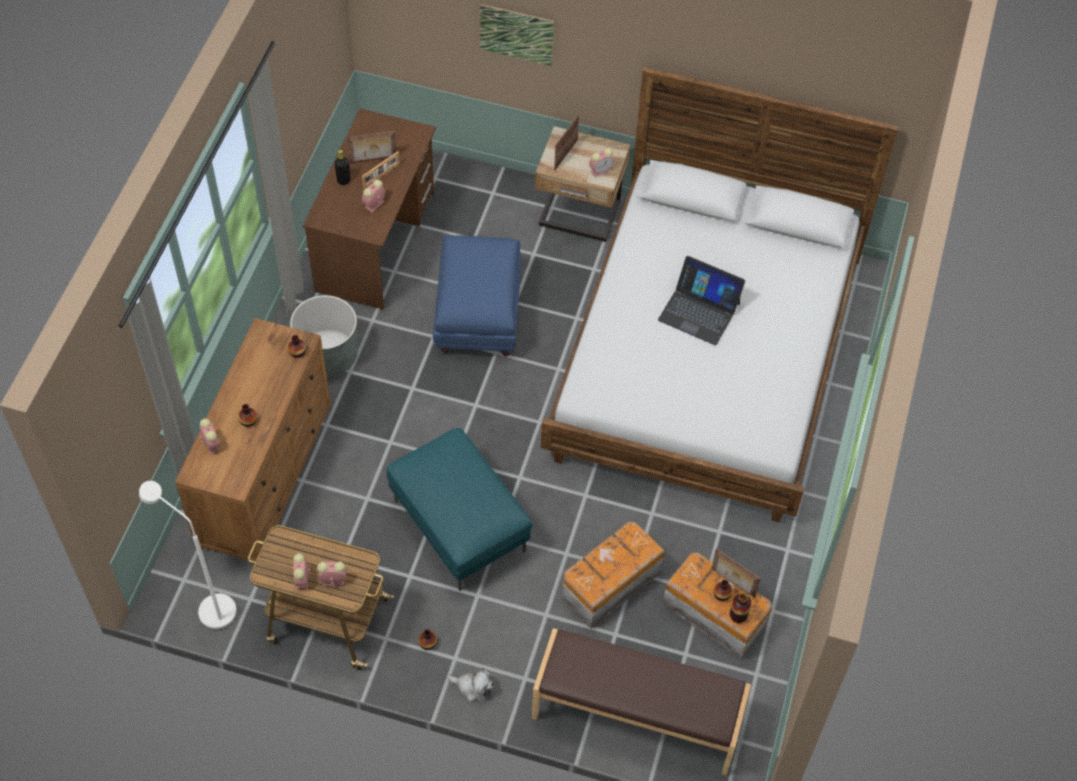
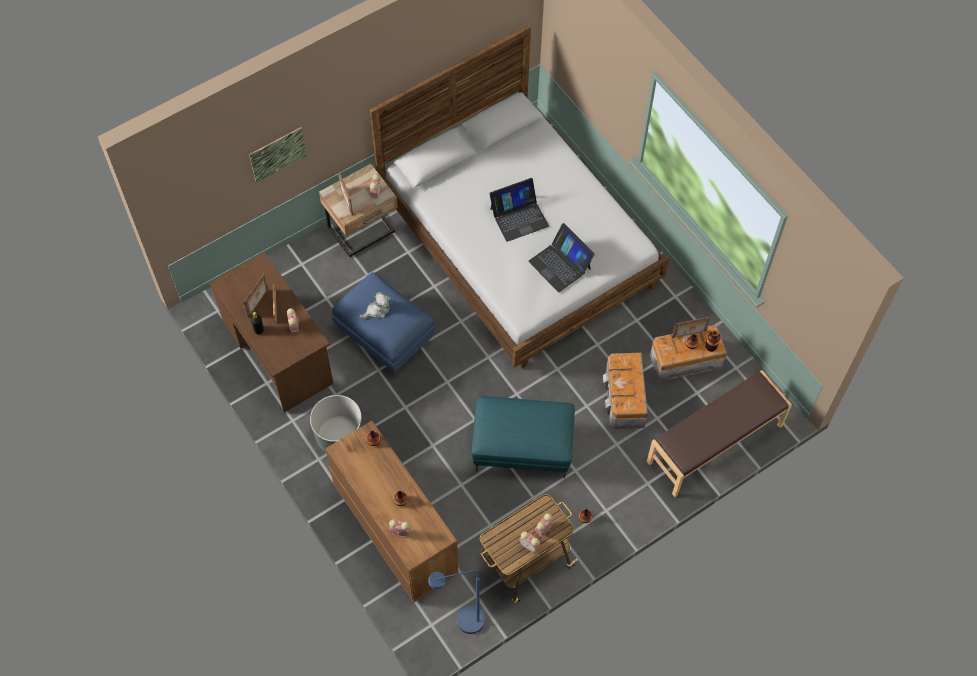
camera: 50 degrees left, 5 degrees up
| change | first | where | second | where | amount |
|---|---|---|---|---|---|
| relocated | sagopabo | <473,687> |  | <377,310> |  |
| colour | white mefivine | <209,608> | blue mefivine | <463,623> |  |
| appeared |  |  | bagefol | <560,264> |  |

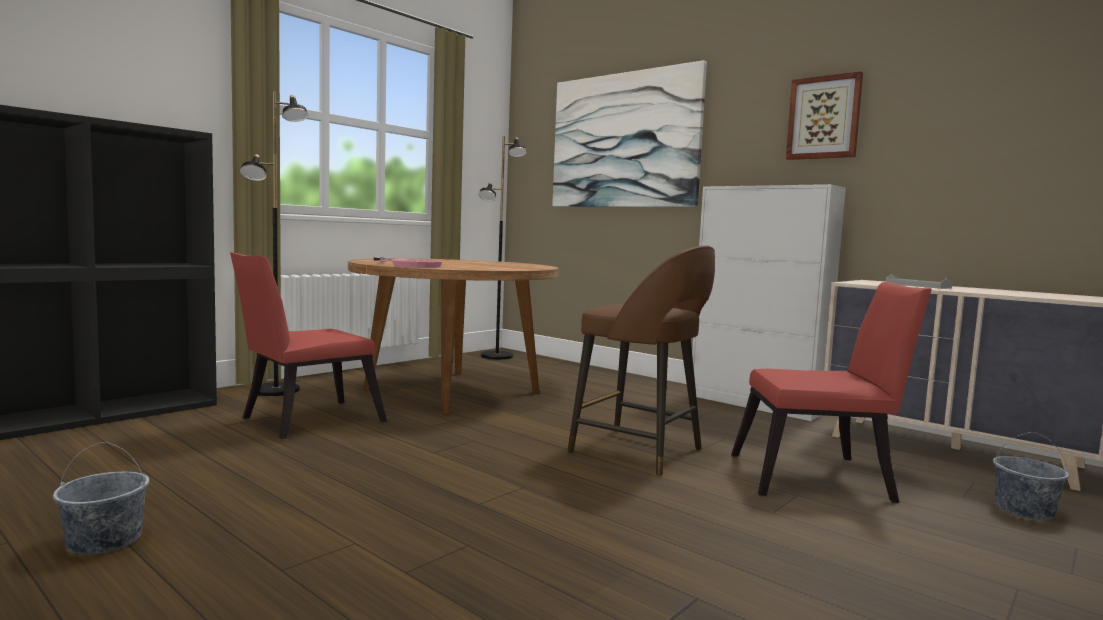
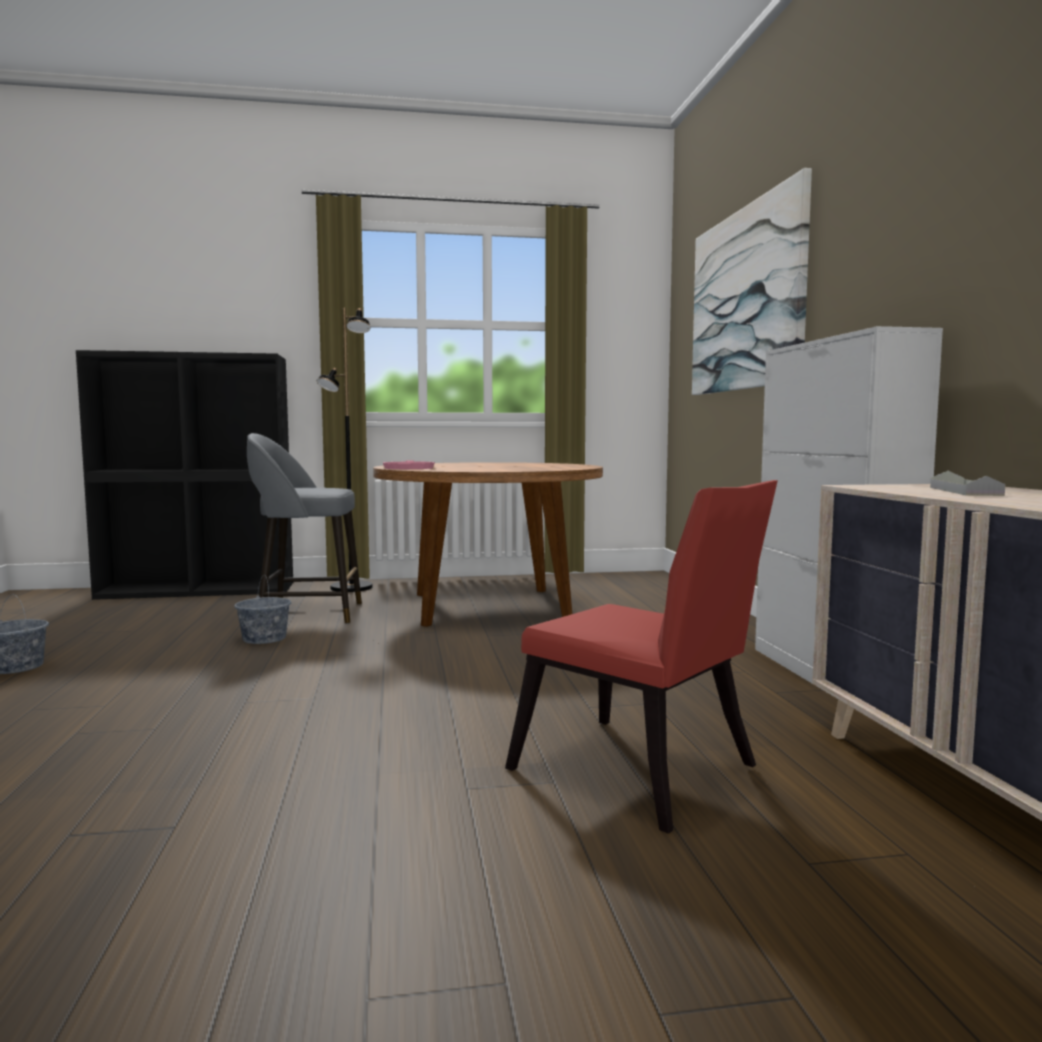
camera: 40 degrees right, 0 degrees up
| change | first | where | second | where | amount |
|---|---|---|---|---|---|
| relocated | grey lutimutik | <1023,510> |  | <264,638> |  |
| exchanged | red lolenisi | <304,421> | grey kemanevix | <307,614> |  |
| missing | black mefivine | <497,356> |  |  |  |
| missing | brown kemanevix | <639,451> |  |  |  |
| missing | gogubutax | <824,118> |  |  |  |

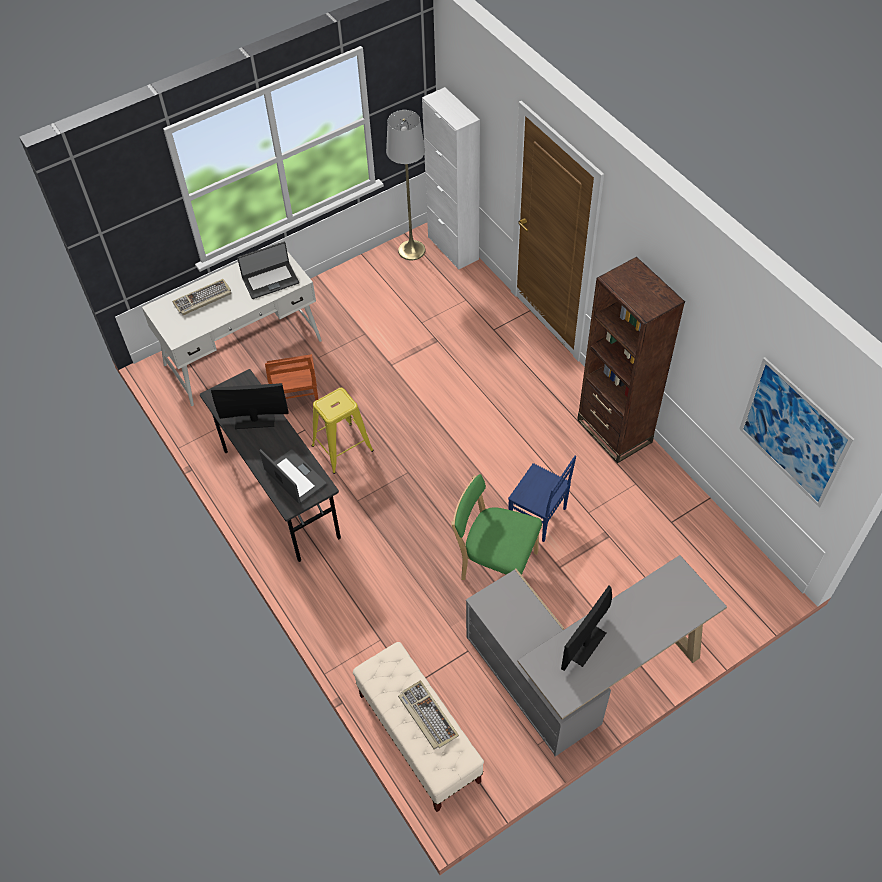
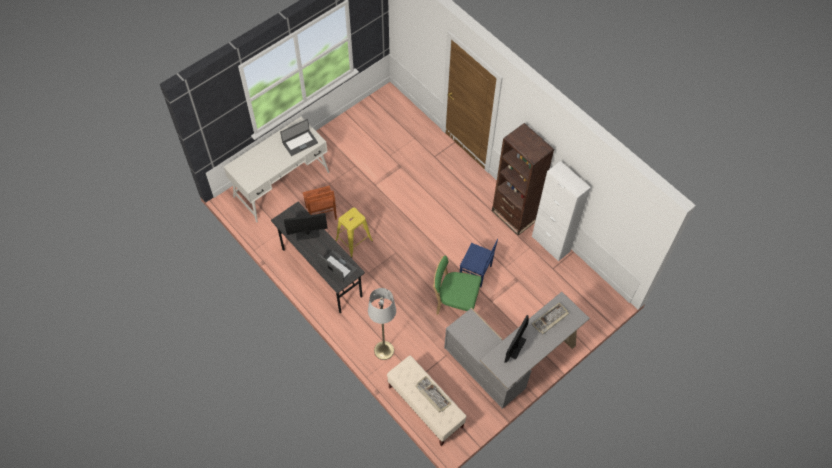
camera: 10 degrees left, 5 degrees up
| change | first | where | second | where | amount |
|---|---|---|---|---|---|
| relocated | grey mefivine | <411,250> |  | <384,350> |  |
| relocated | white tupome | <453,248> |  | <550,244> |  |
| relocated | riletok | <202,299> |  | <550,319> |  |
| missing | gogubutax | <793,433> |  |  |  |

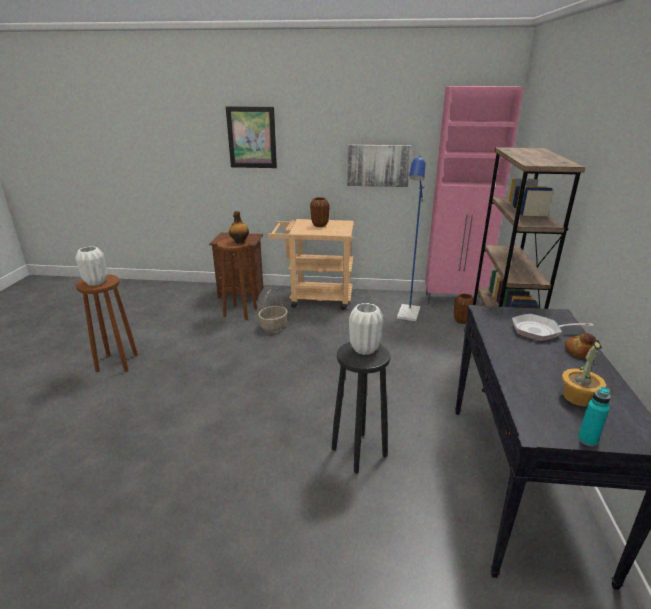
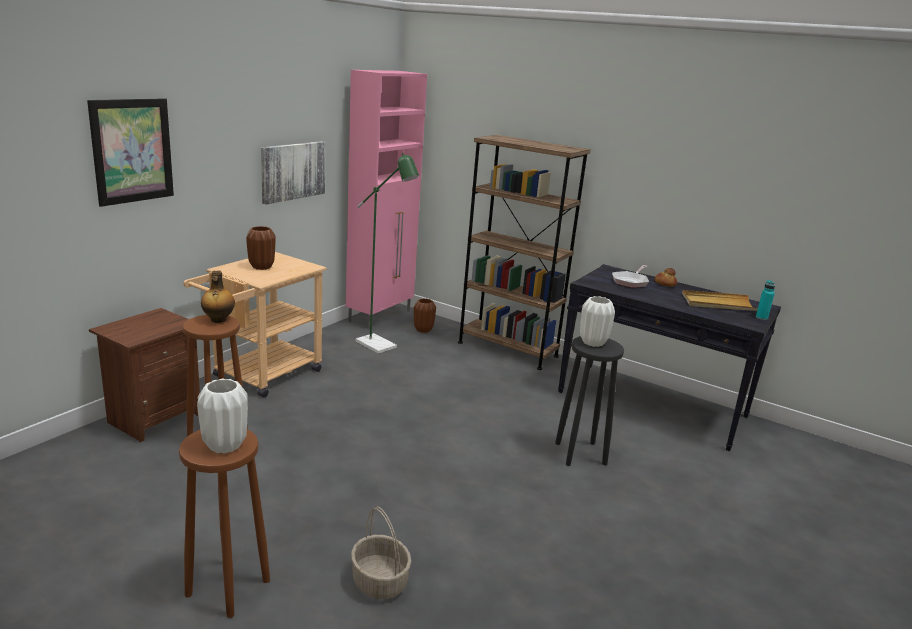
camera: 65 degrees left, 5 degrees down
| change | first | where | second | where | amount |
|---|---|---|---|---|---|
| relocated | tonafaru | <273,326> |  | <380,582> |  |
| colour | blue mefivine | <407,316> | green mefivine | <381,347> |  |
| exchanged | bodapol | <578,397> | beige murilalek | <718,304> |  |

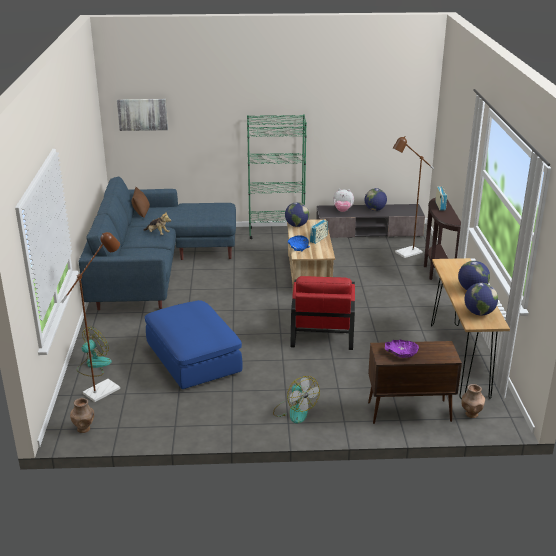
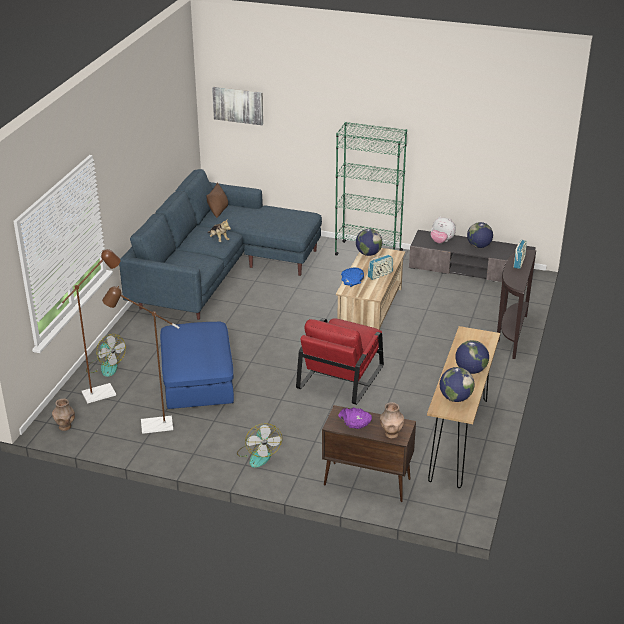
camera: 20 degrees right, 5 degrees up
| change | first | where | second | where | amount |
|---|---|---|---|---|---|
| spun | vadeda | <93,365> |  | <105,366> | 75 degrees clockwise |
| relocated | brown mefivine | <404,253> |  | <150,426> |  |
| relocated | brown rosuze | <471,414> |  | <391,434> |  |

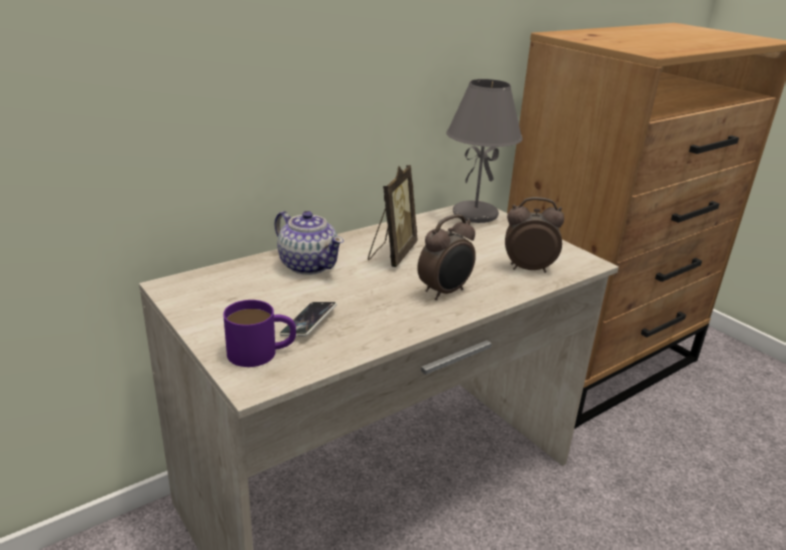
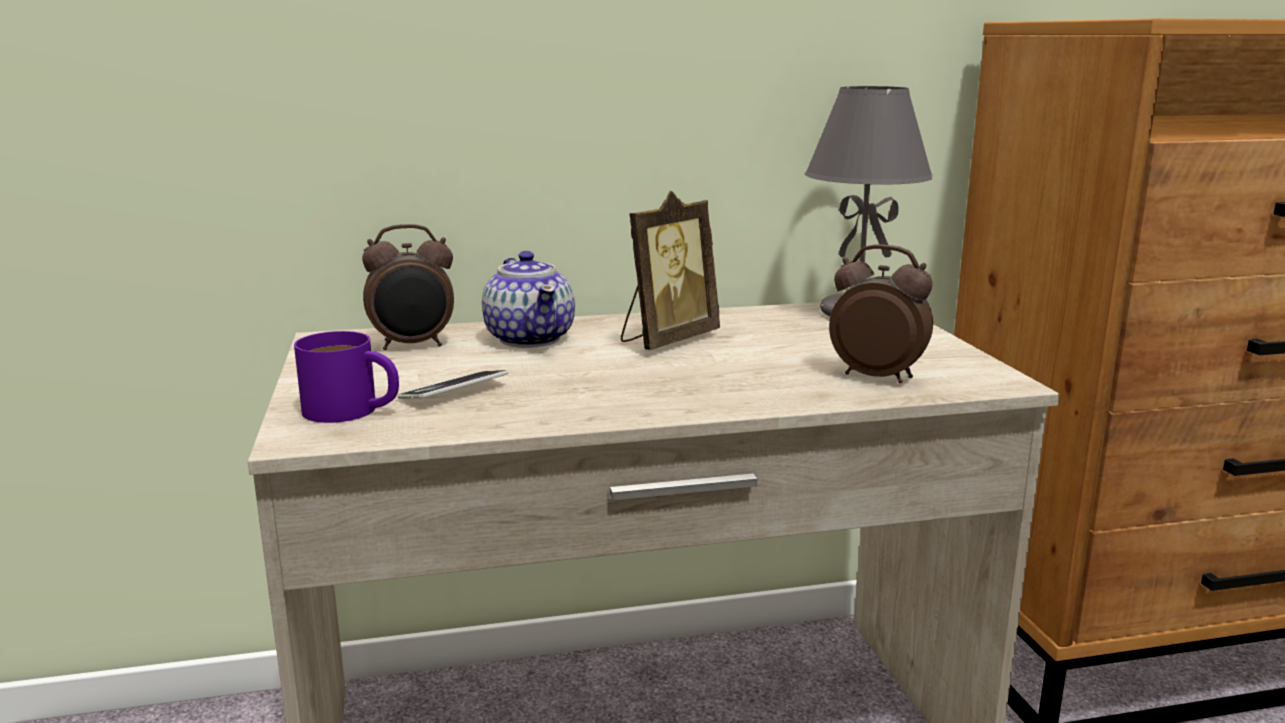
camera: 25 degrees right, 10 degrees down
| change | first | where | second | where | amount |
|---|---|---|---|---|---|
| relocated | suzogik | <445,292> |  | <413,345> |  |

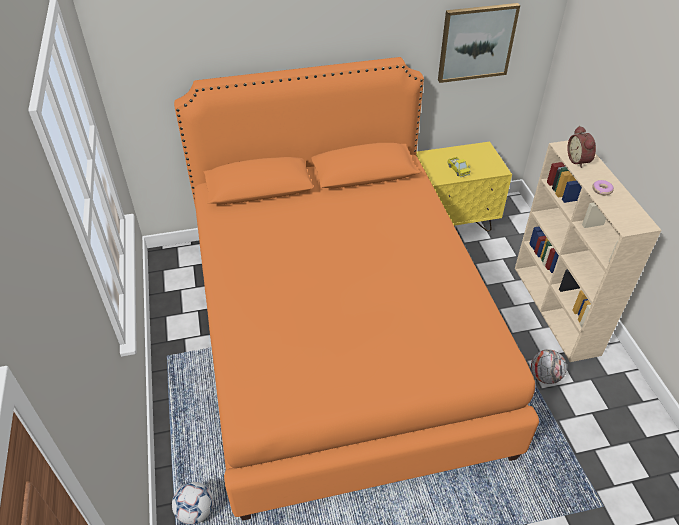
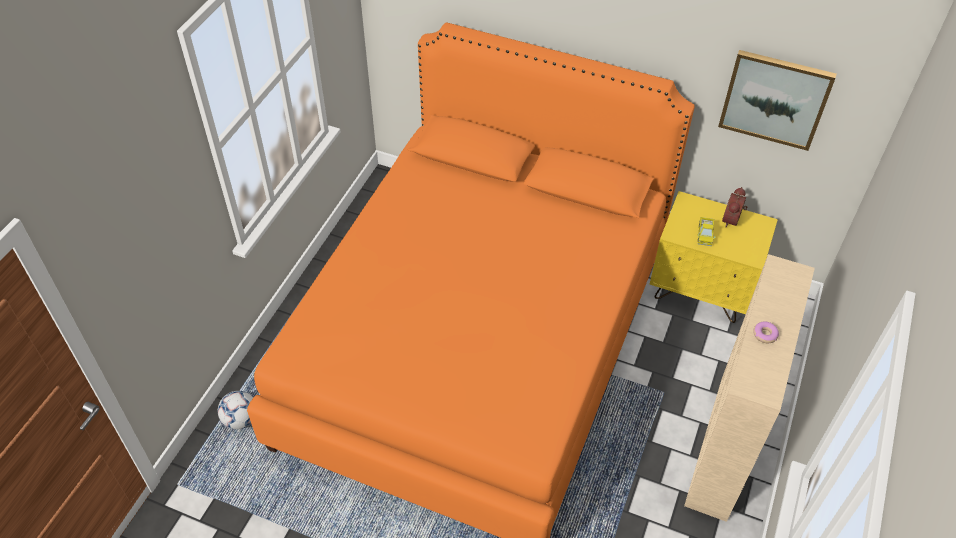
camera: 35 degrees right, 5 degrees up
| change | first | where | second | where | amount |
|---|---|---|---|---|---|
| relocated | suzogik | <579,160> |  | <732,220> |  |
| missing | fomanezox | <544,376> |  |  |  |

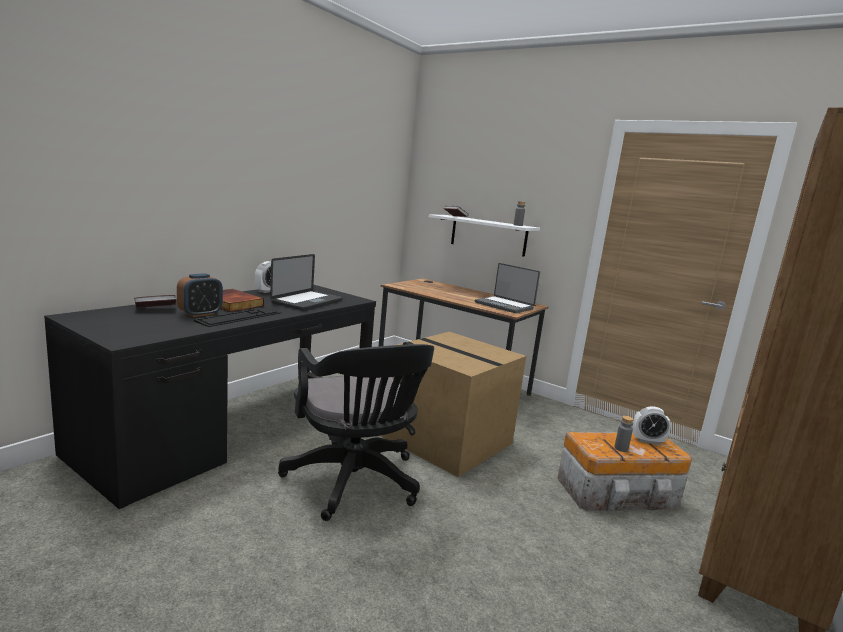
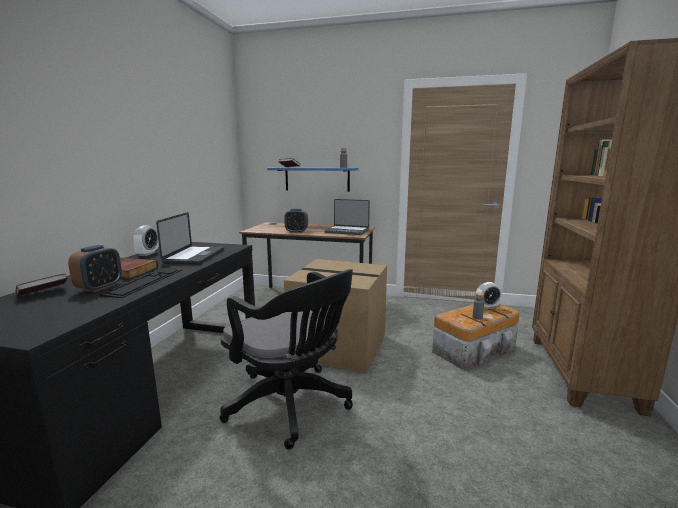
camera: 20 degrees left, 0 degrees up
| change | first | where | second | where | amount |
|---|---|---|---|---|---|
| colour | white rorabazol | <488,235> | blue rorabazol | <317,179> |  |
| appeared |  |  | suzogik | <296,231> |  |

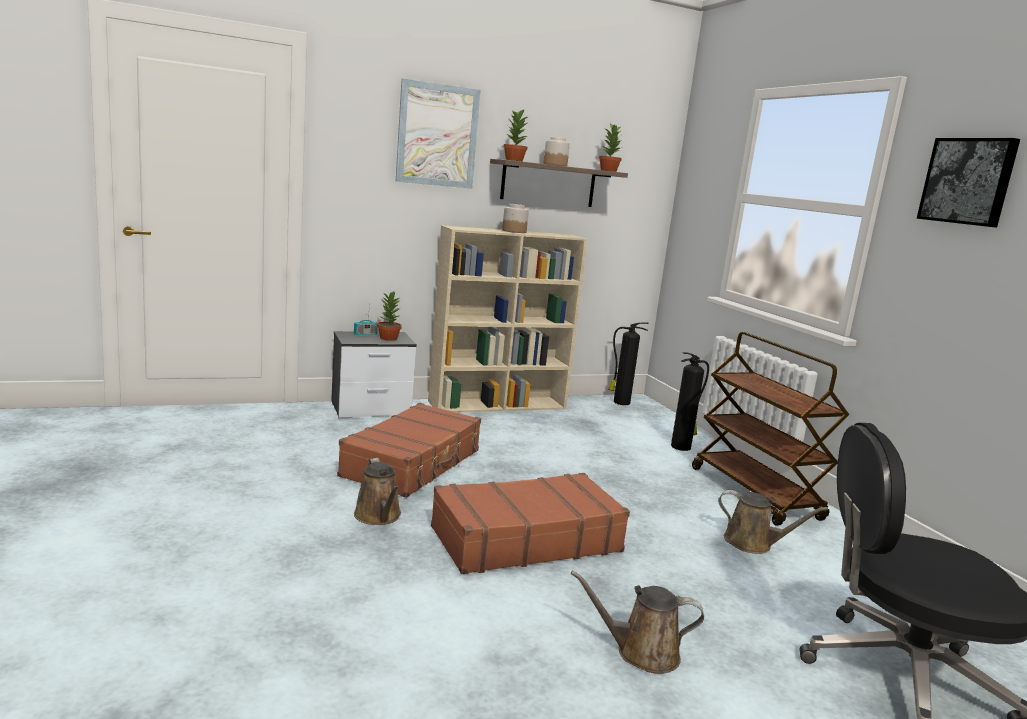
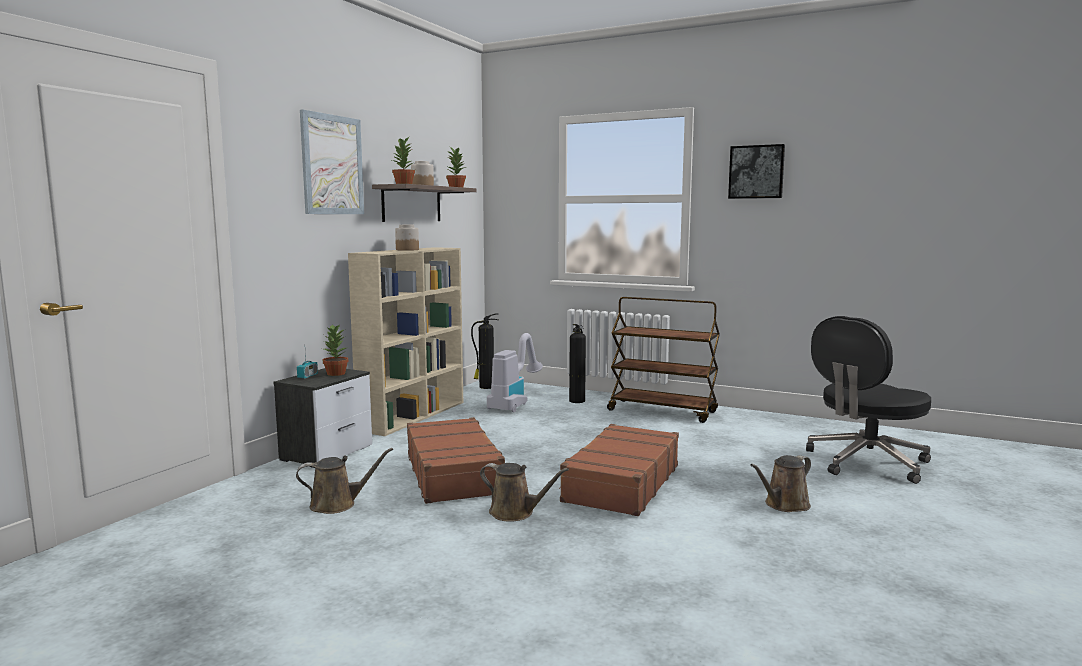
camera: 40 degrees left, 5 degrees down
| change | first | where | second | where | amount |
|---|---|---|---|---|---|
| relocated | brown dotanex | <752,543> |  | <337,504> |  |
| appeared |  |  | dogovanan | <514,403> |  |

